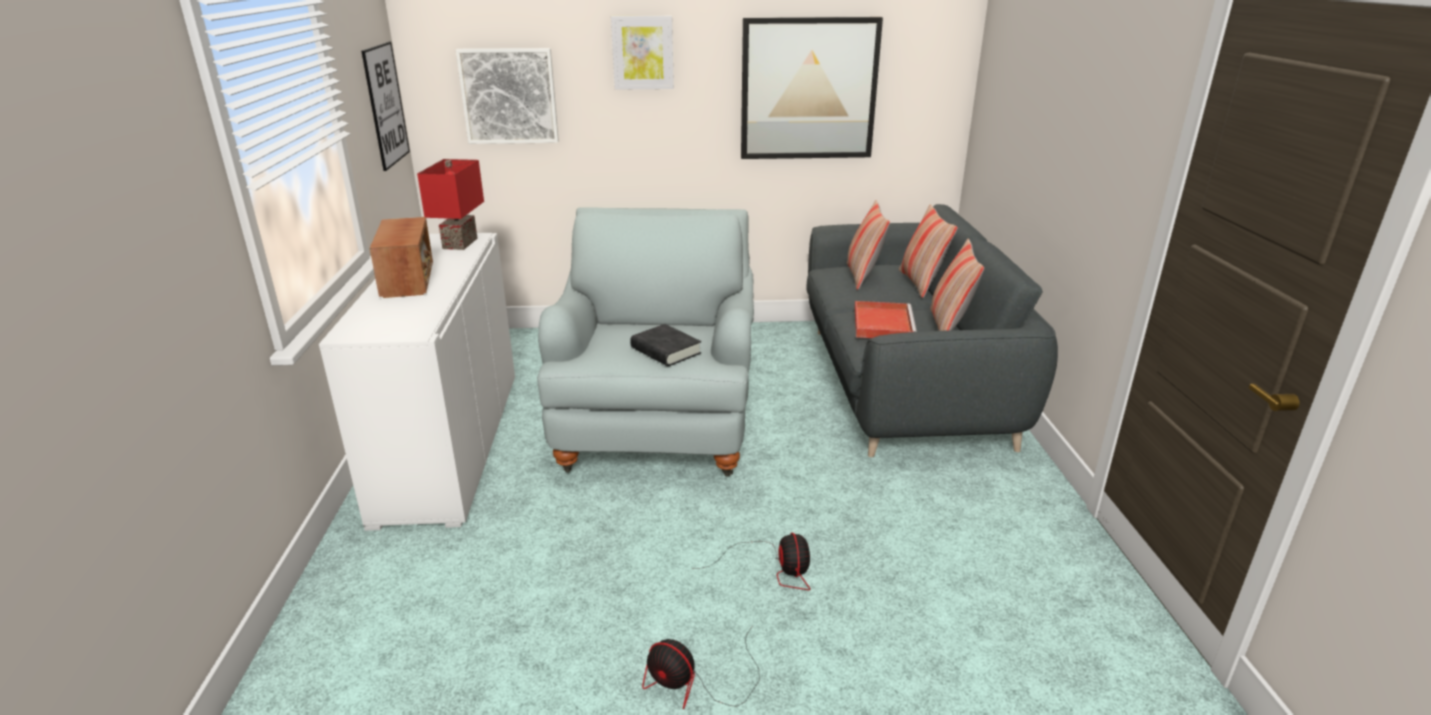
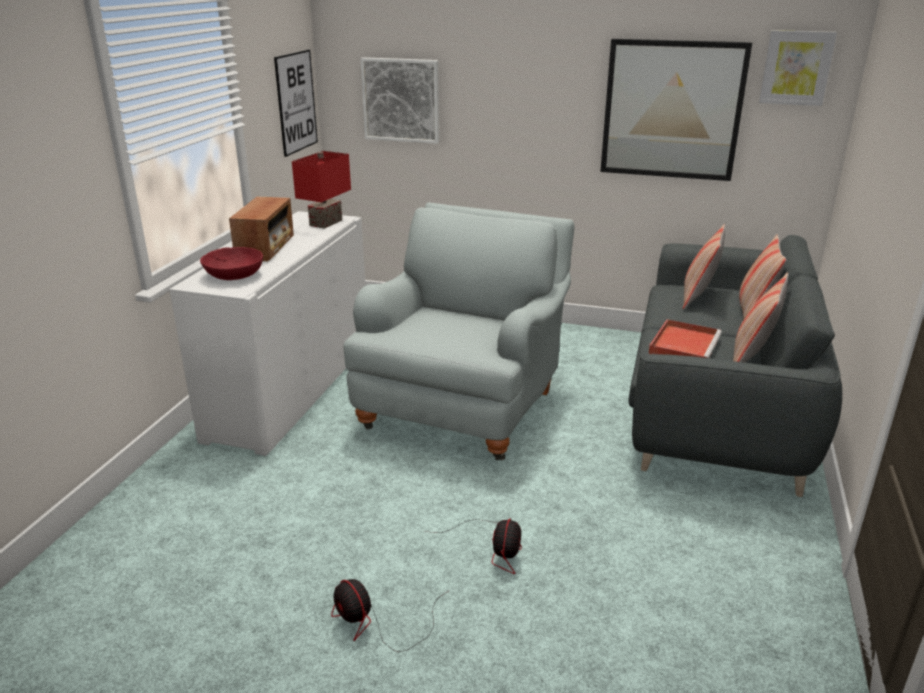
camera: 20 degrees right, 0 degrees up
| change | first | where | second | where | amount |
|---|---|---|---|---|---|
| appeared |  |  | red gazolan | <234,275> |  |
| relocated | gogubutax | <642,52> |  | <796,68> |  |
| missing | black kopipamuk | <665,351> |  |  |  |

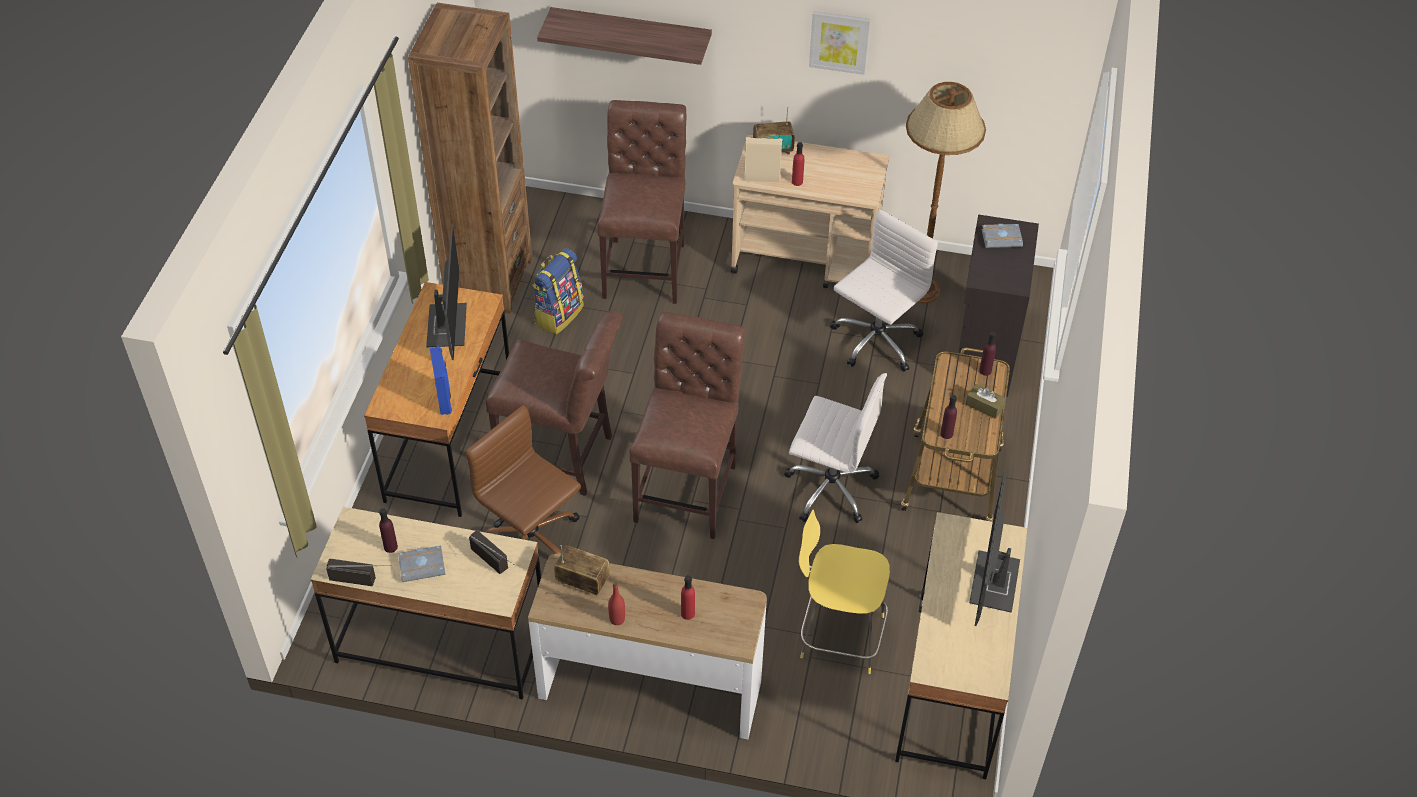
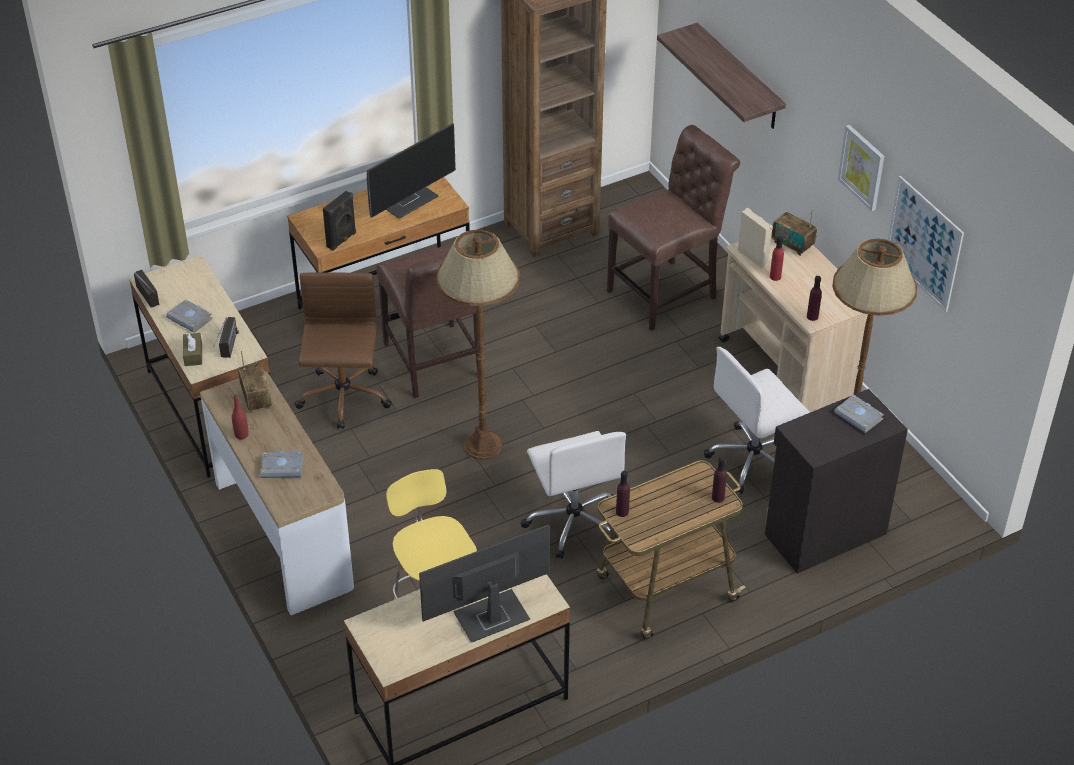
camera: 50 degrees right, 5 degrees down
| change | first | where | second | where | amount |
|---|---|---|---|---|---|
| relocated | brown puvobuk | <984,406> |  | <193,354> |  |
| exchanged | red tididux | <687,613> | grey kopipamuk | <283,466> |  |
| colour | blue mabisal | <444,399> | black mabisal | <342,240> |  |
| exchanged | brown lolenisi | <688,488> | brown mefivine | <483,446> |  |
| spun | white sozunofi | <875,342> |  | <754,460> | 150 degrees clockwise |
| relocated | purple tididux | <390,547> |  | <812,316> |  |
| appeared |  |  | gogubutax | <924,243> |  |
| missing | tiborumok | <558,314> |  |  |  |

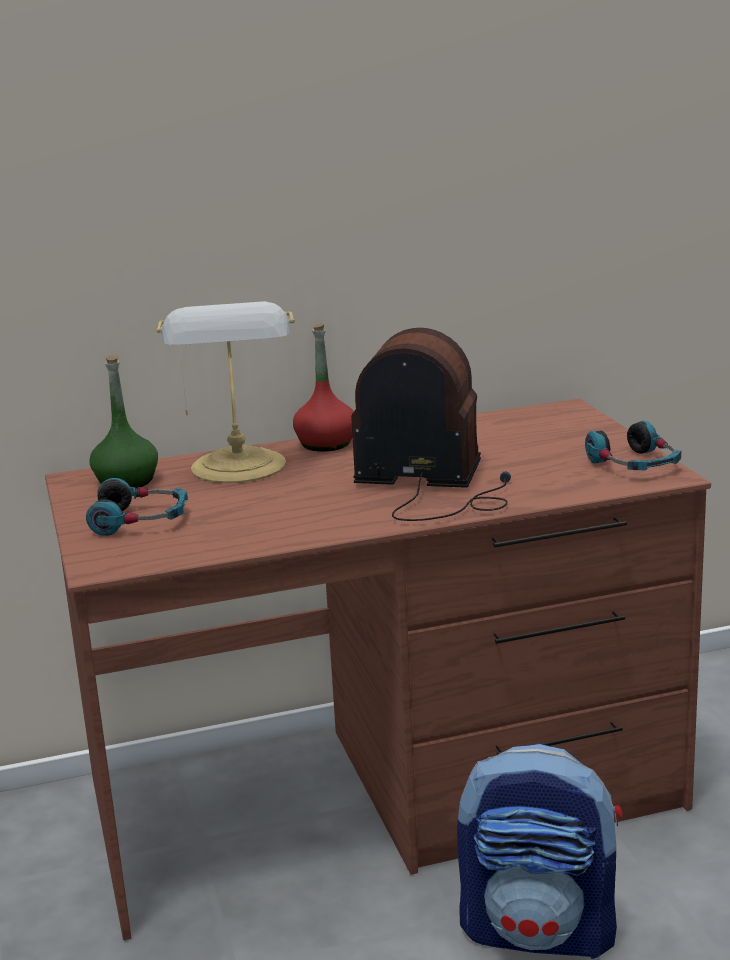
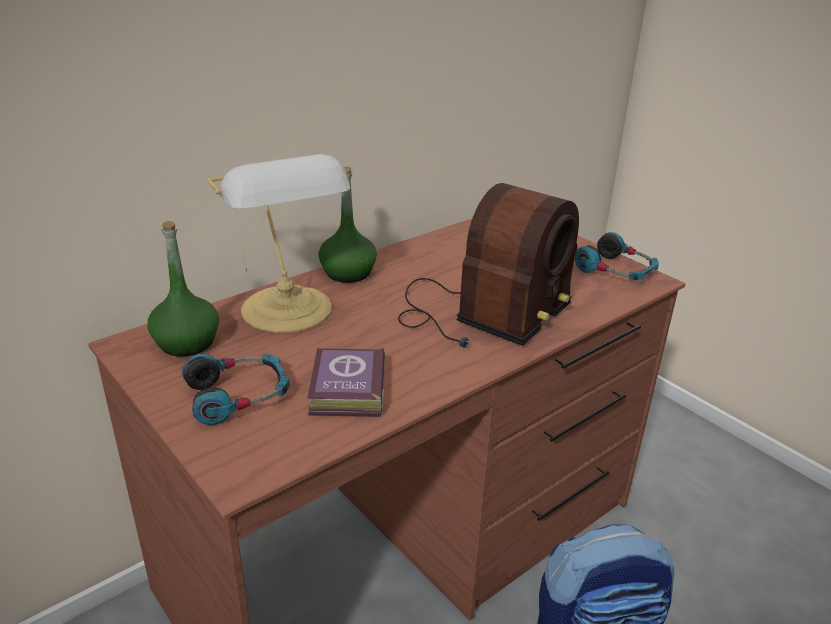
camera: 25 degrees left, 10 degrees up
| change | first | where | second | where | amount |
|---|---|---|---|---|---|
| appeared |  |  | kopipamuk | <346,390> |  |
| colour | red tididux | <326,444> | green tididux | <348,273> |  |
| spun | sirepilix | <433,486> |  | <482,313> | 135 degrees clockwise |

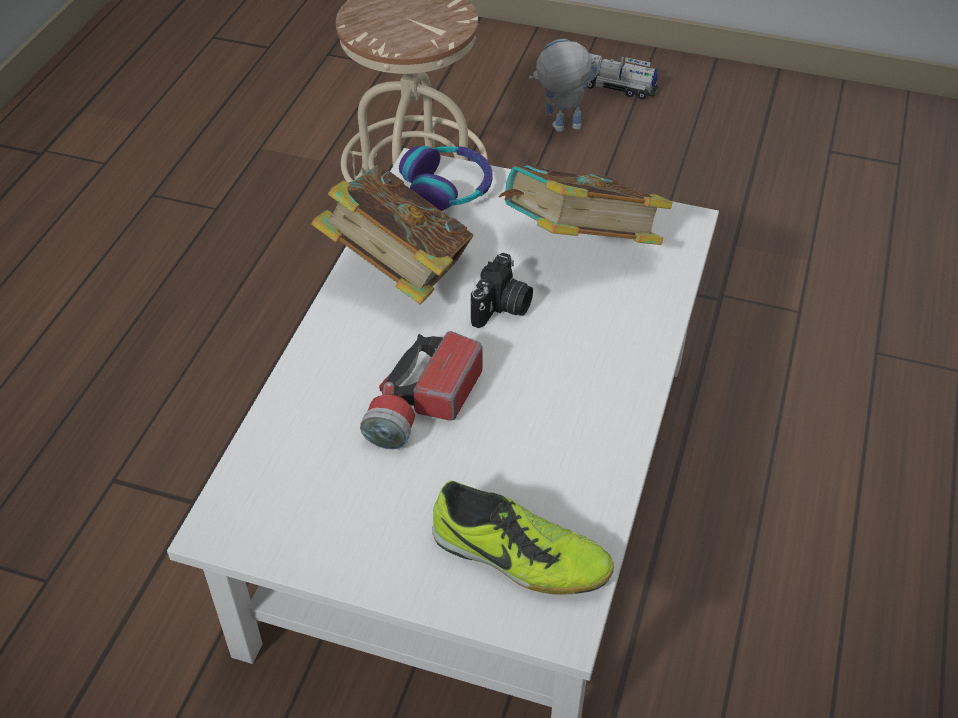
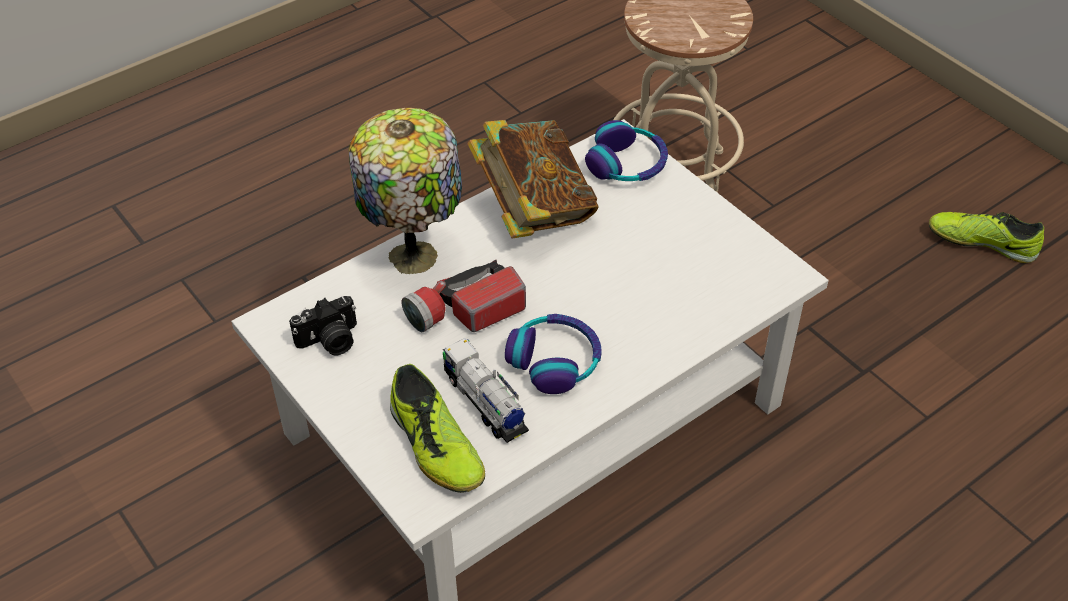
camera: 35 degrees right, 0 degrees up
| change | first | where | second | where | amount |
|---|---|---|---|---|---|
| relocated | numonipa | <502,308> |  | <330,341> |  |
| appeared |  |  | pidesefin | <415,254> |  |
| relocated | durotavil | <617,88> |  | <485,403> |  |
| appeared |  |  | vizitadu | <555,361> |  |
| appeared |  |  | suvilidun | <981,243> |  |
| missing | kopipamuk | <579,247> |  |  |  |
| missing | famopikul | <560,129> |  |  |  |

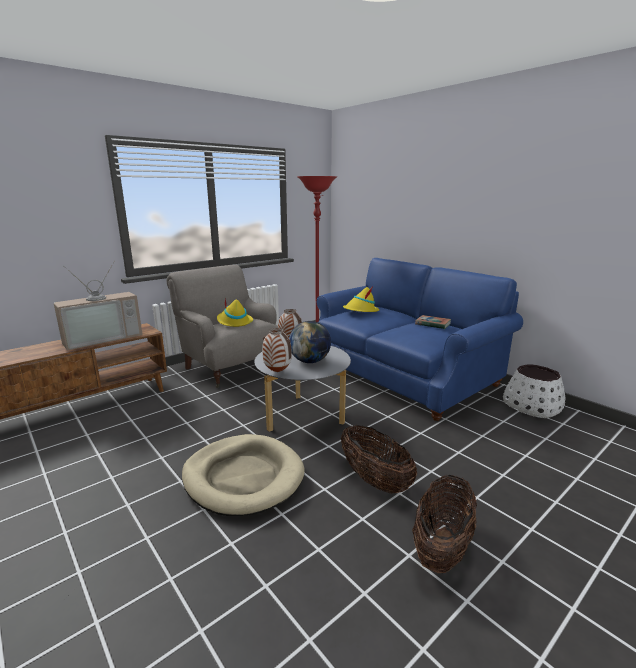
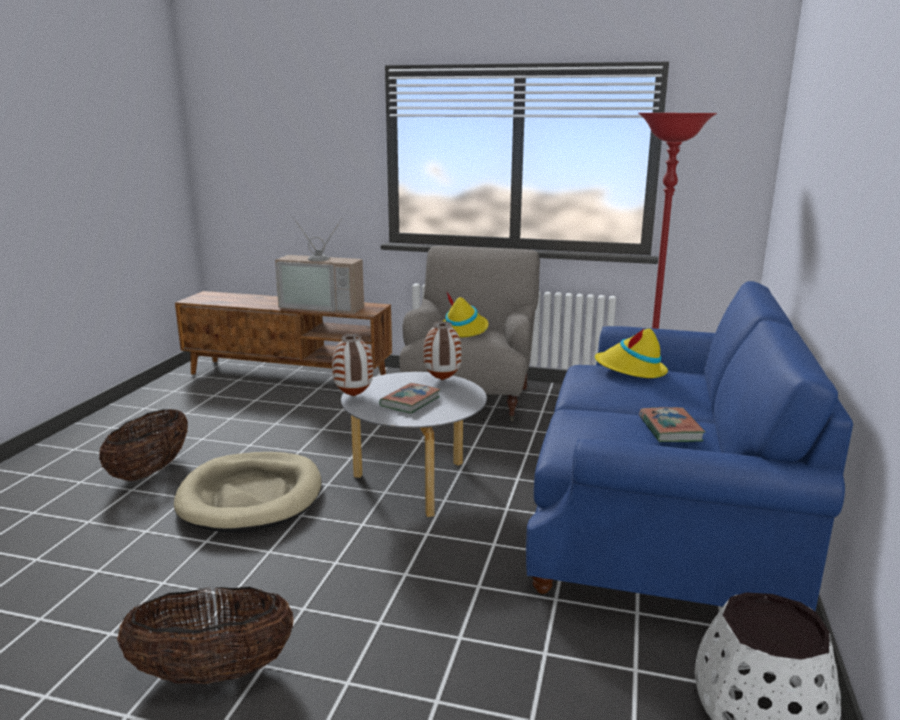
camera: 55 degrees right, 0 degrees up
| change | first | where | second | where | amount |
|---|---|---|---|---|---|
| relocated | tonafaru | <375,480> |  | <150,471> |  |
| exchanged | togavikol | <310,361> | kopipamuk | <410,402> |  |

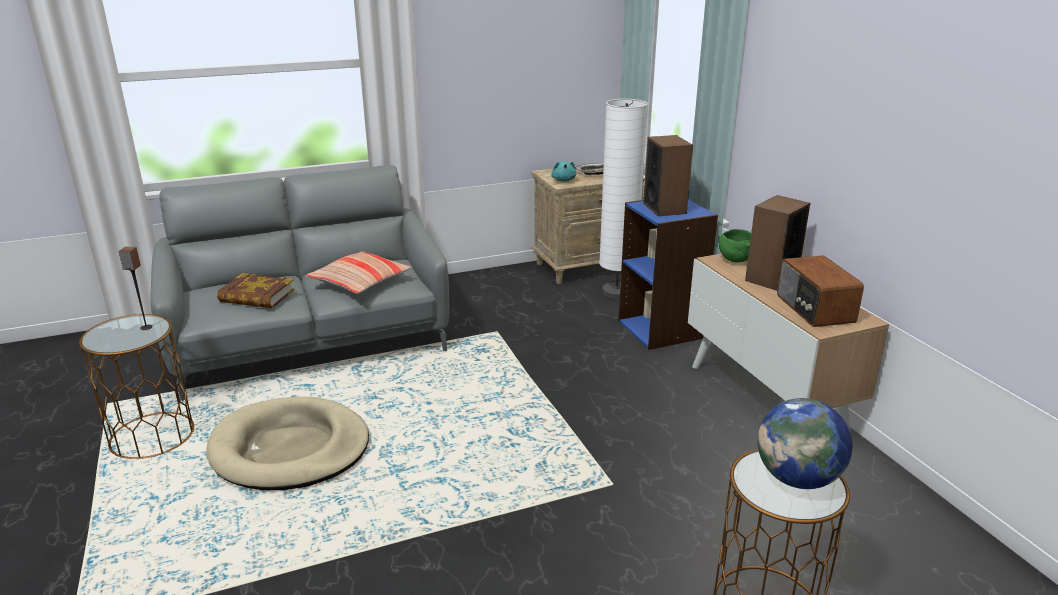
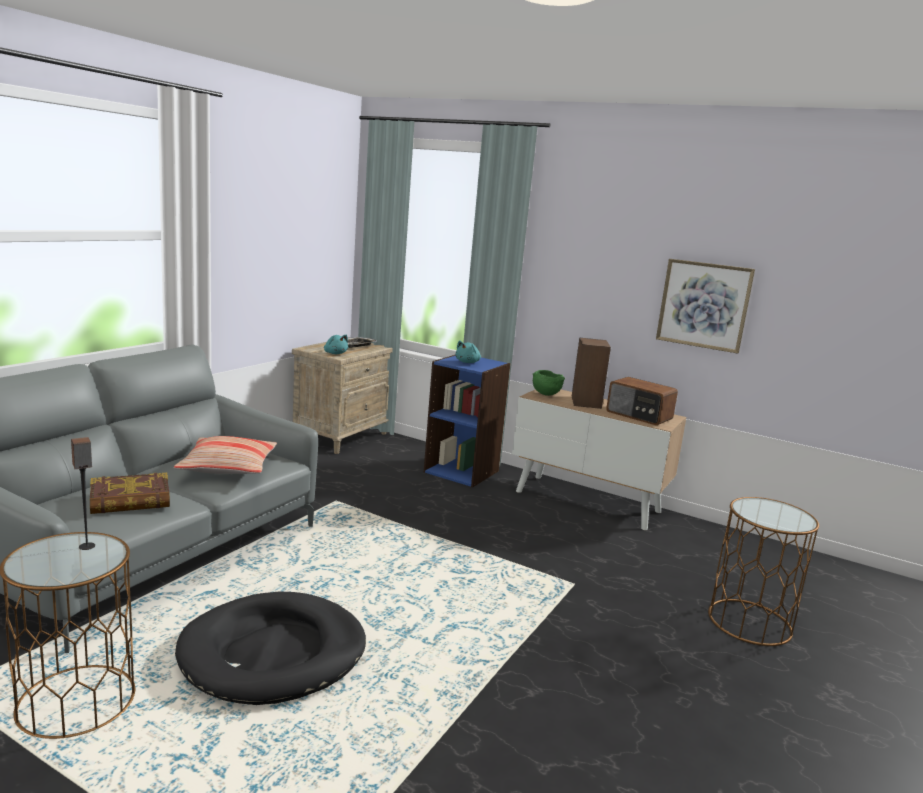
camera: 40 degrees left, 10 degrees down
| change | first | where | second | where | amount |
|---|---|---|---|---|---|
| colour | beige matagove | <290,449> | black matagove | <273,653> |  |
| exchanged | mabisal | <664,208> | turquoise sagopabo | <468,362> |  |
| appeared |  |  | gogubutax | <704,305> |  |
| missing | white mefivine | <616,293> |  |  |  |
| missing | togavikol | <797,479> |  |  |  |

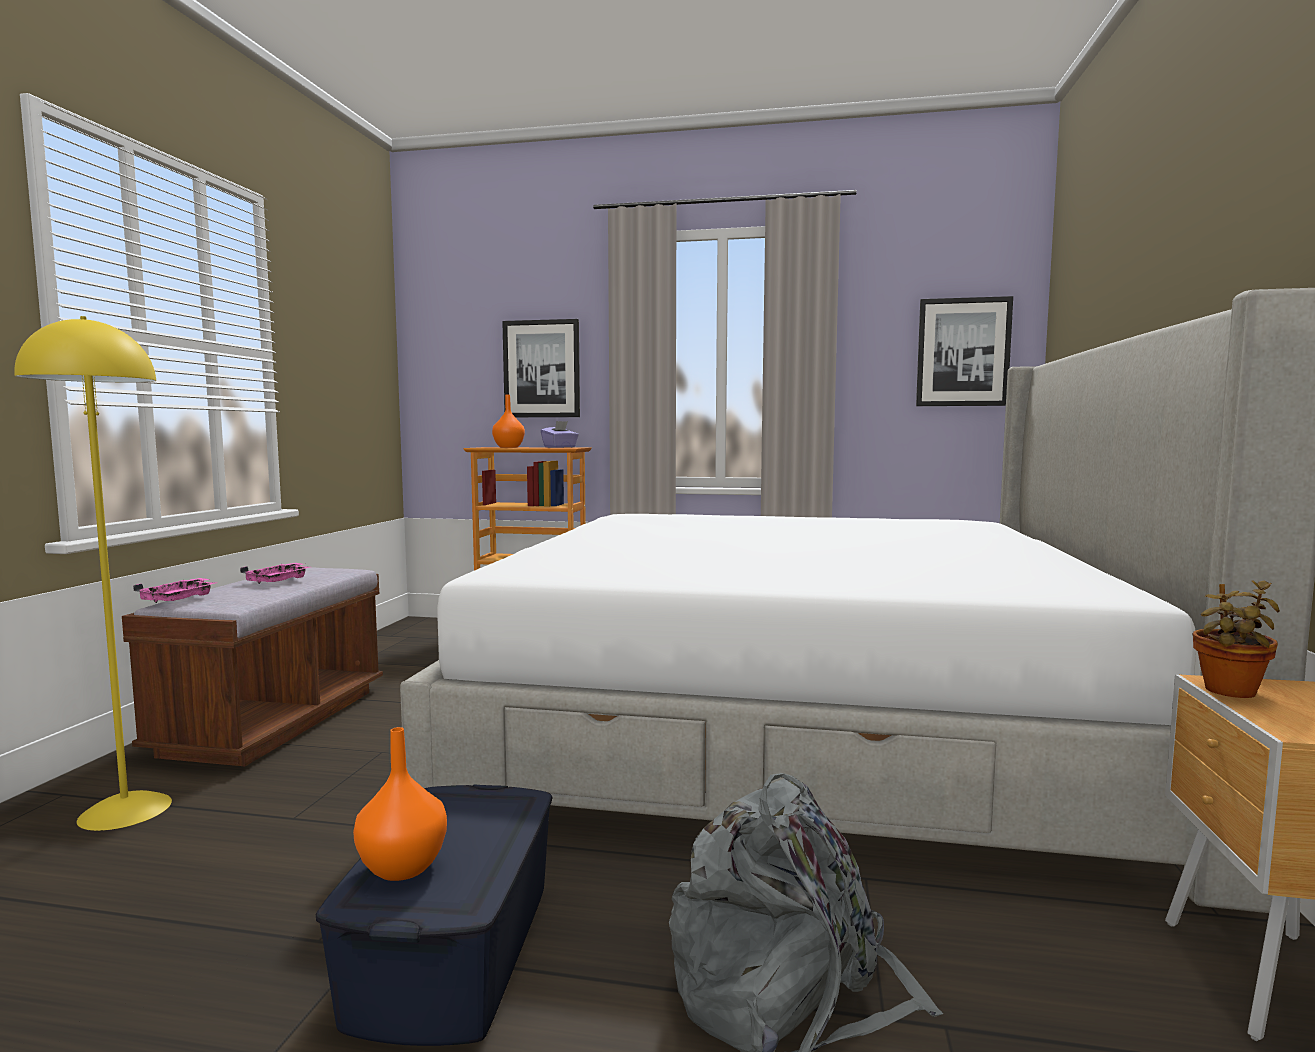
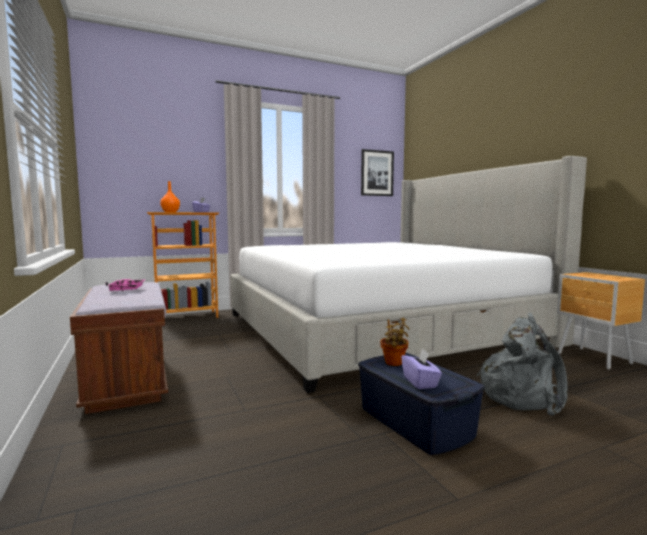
camera: 35 degrees left, 0 degrees up
| change | first | where | second | where | amount |
|---|---|---|---|---|---|
| relocated | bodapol | <1229,692> |  | <394,363> |  |
| exchanged | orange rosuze | <402,866> | purple puvobuk | <420,382> |  |
| missing | yellow mefivine | <126,810> |  |  |  |
| missing | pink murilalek | <180,599> |  |  |  |
| missing | gogubutax | <542,369> |  |  |  |

